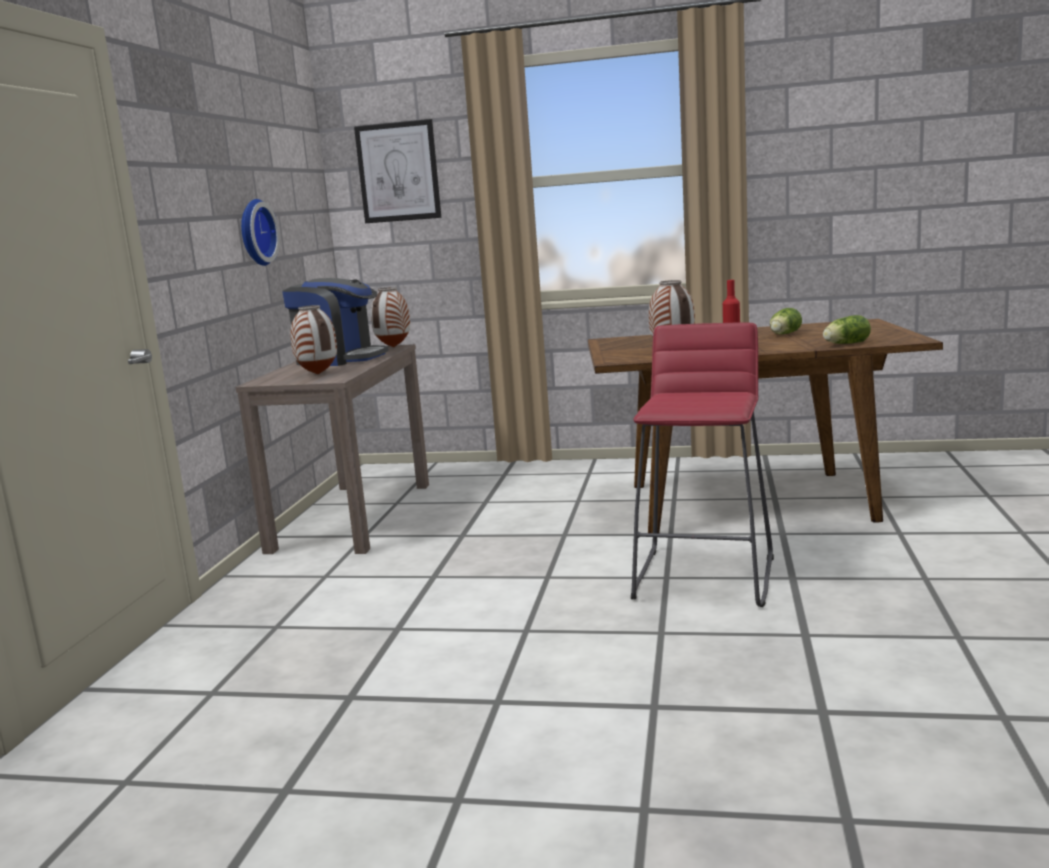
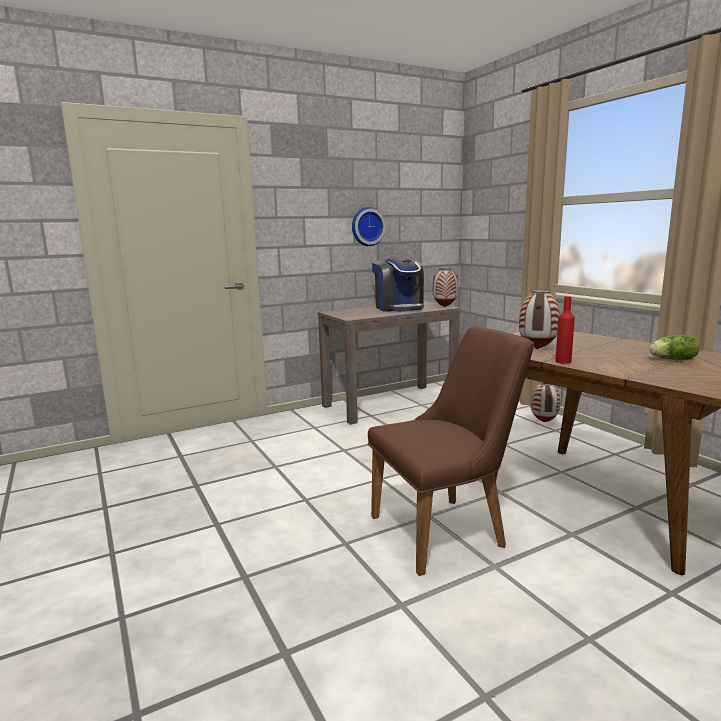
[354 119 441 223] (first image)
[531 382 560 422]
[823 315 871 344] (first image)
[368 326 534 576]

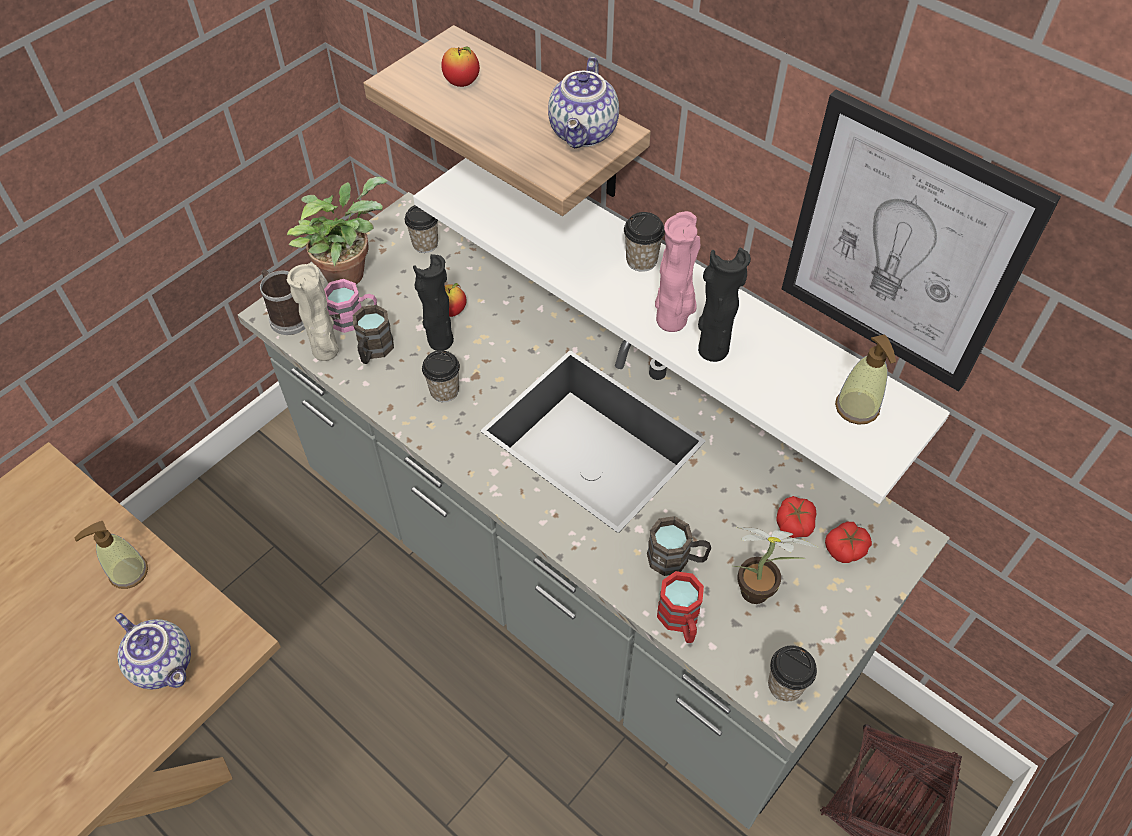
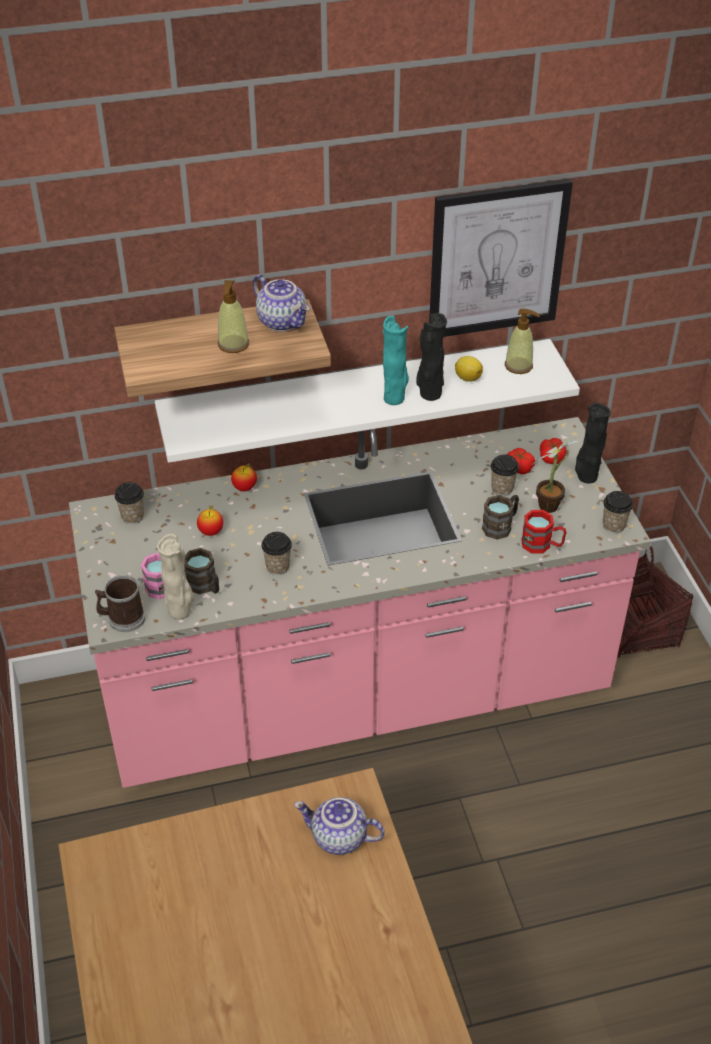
[231 463 257 491]
[287 177 388 284] (first image)
[69 417 651 788]
[383 316 409 405]
[490 455 519 496]
[575 403 611 483]
[218 280 249 353]
[294 797 384 855]
[455 356 483 382]

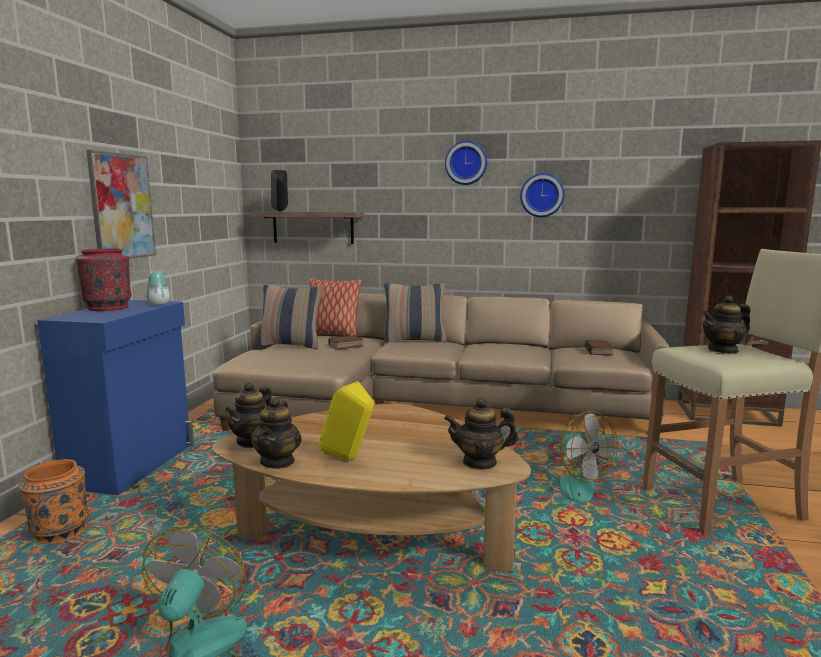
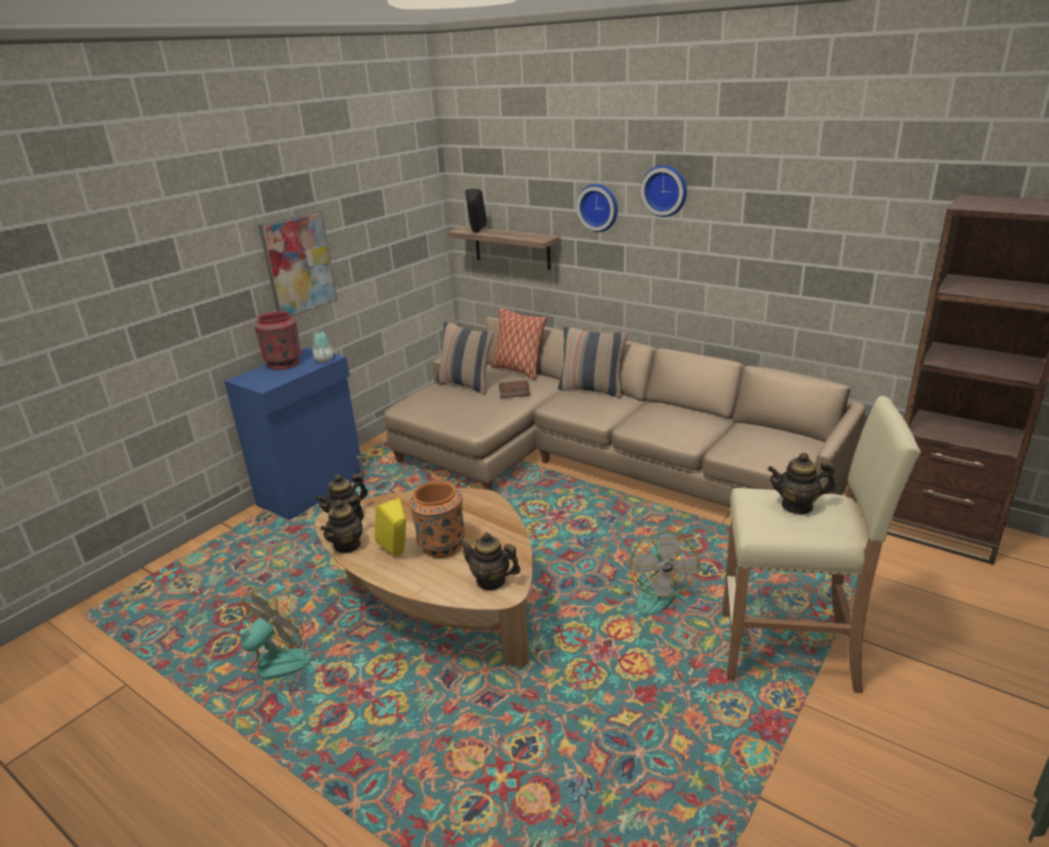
[577 184 618 232]
[585 340 613 355] (first image)
[409 480 465 558]

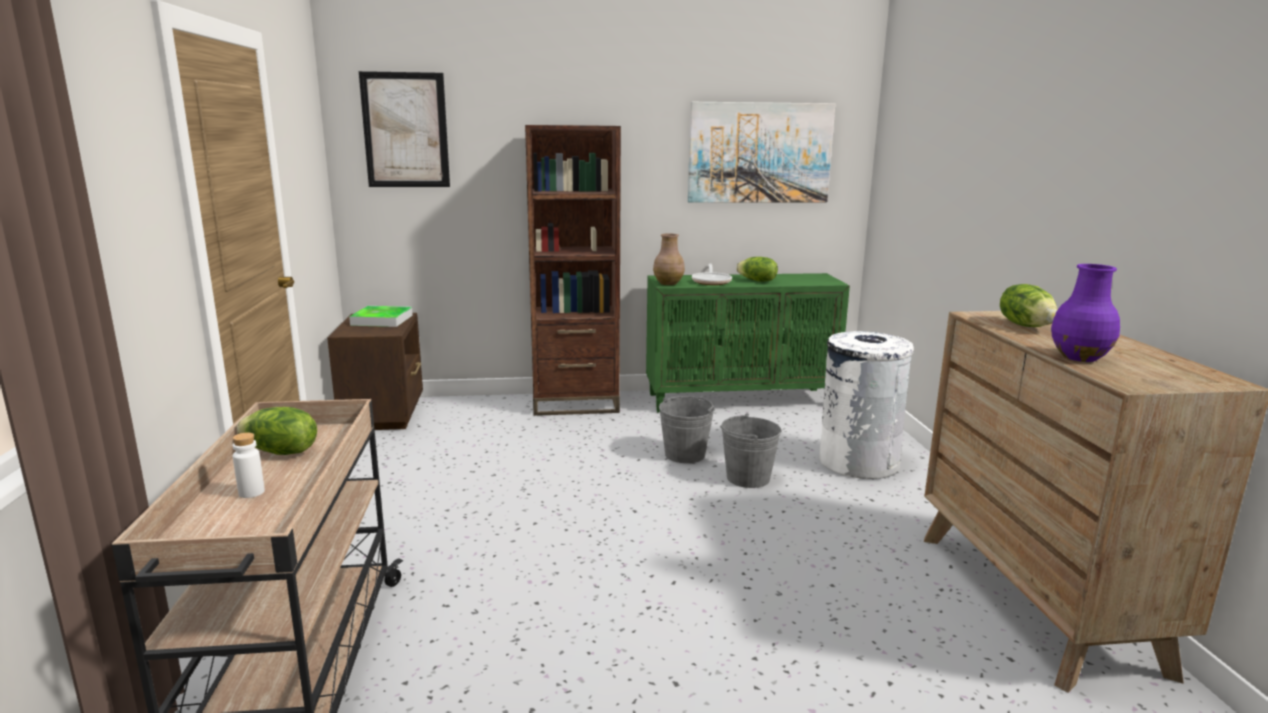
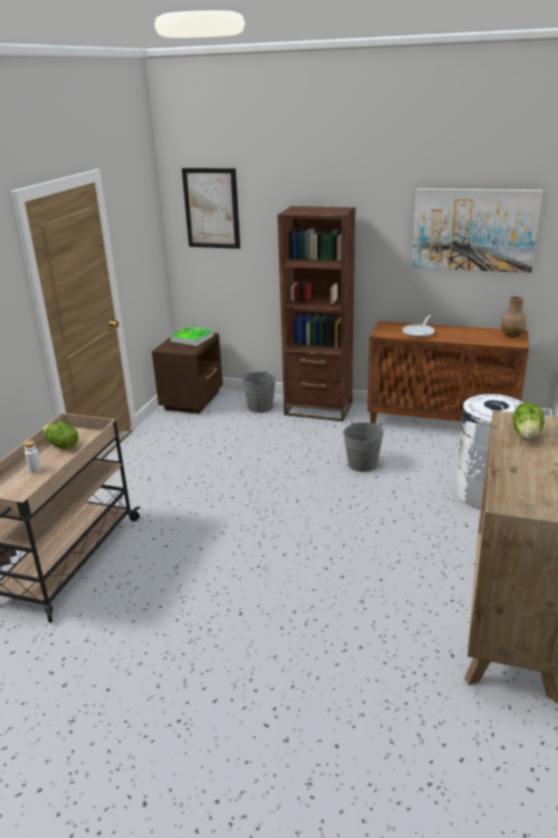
[501 296 527 338]
[736 257 778 282] (first image)
[1051 264 1120 362] (first image)
[367 321 529 424]
[242 371 276 413]

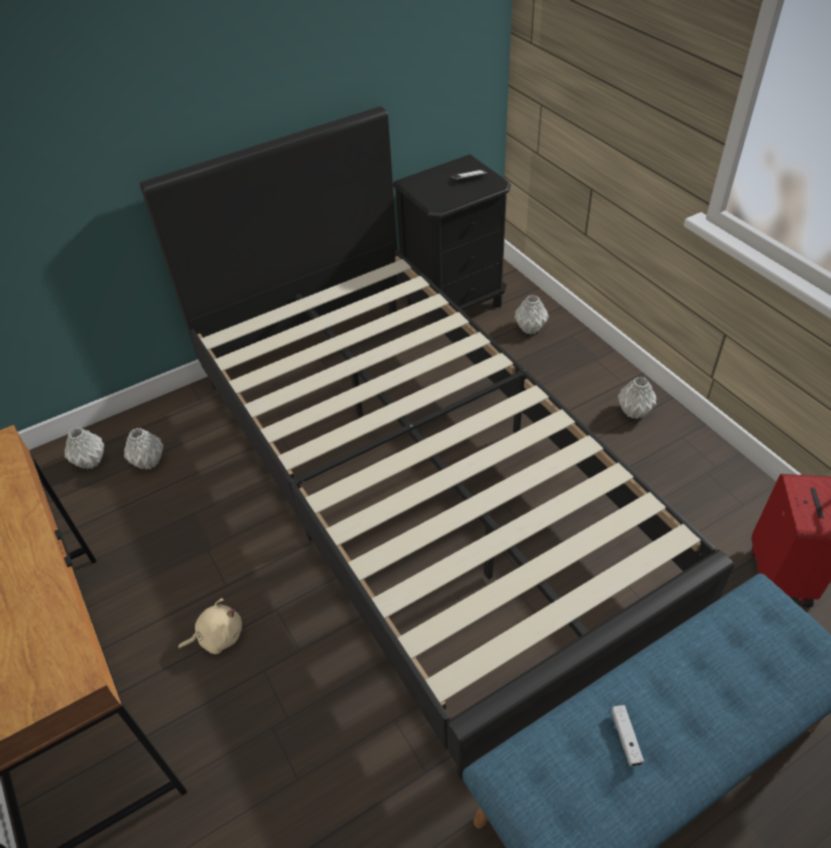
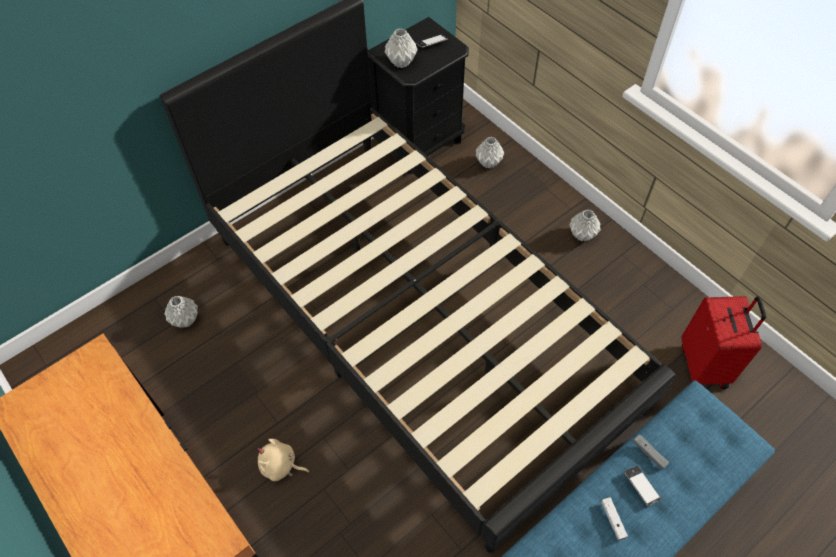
[385 28 418 68]
[257 439 310 481]
[633 434 669 469]
[624 466 661 506]

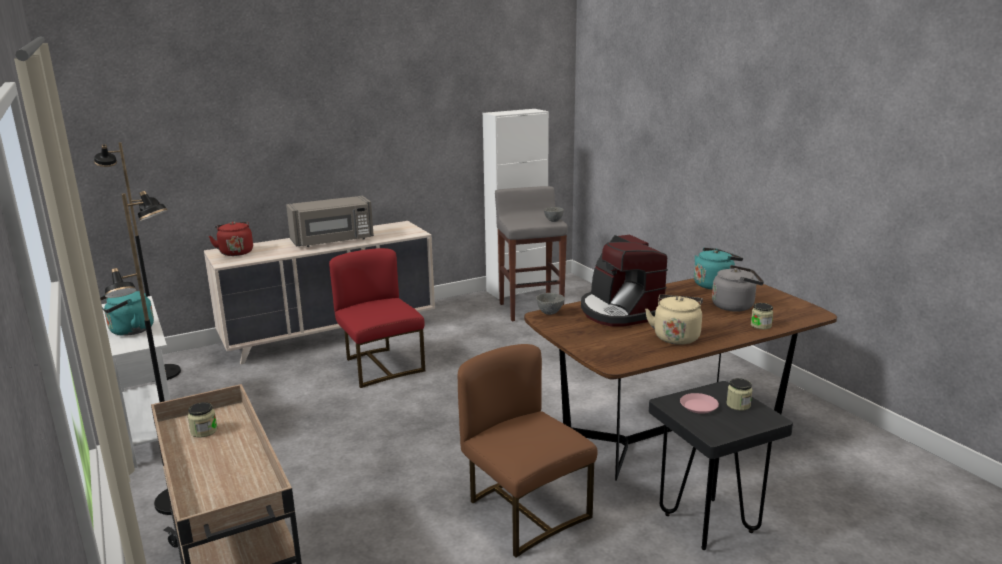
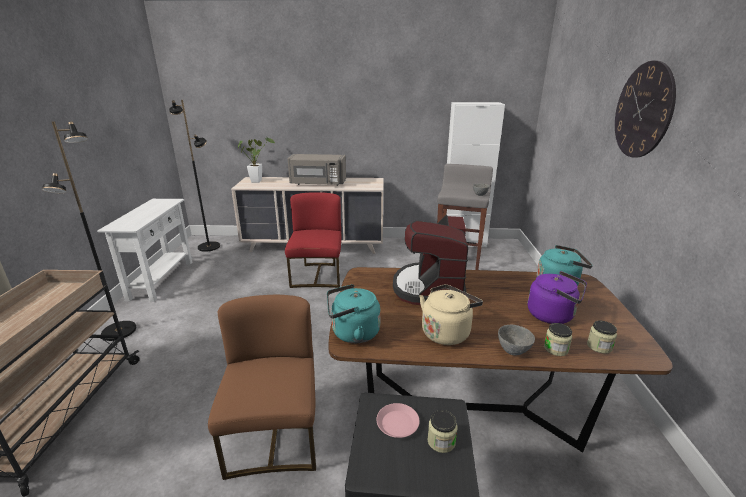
[238 137 275 183]
[527 271 587 324]
[327 284 380 343]
[498 325 535 355]
[587 321 617 354]
[615 61 676 157]

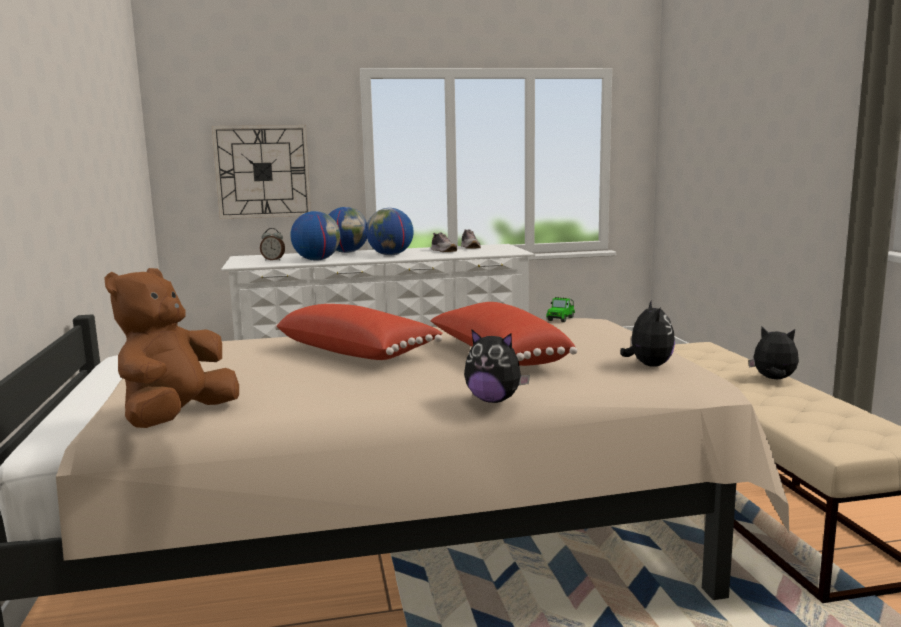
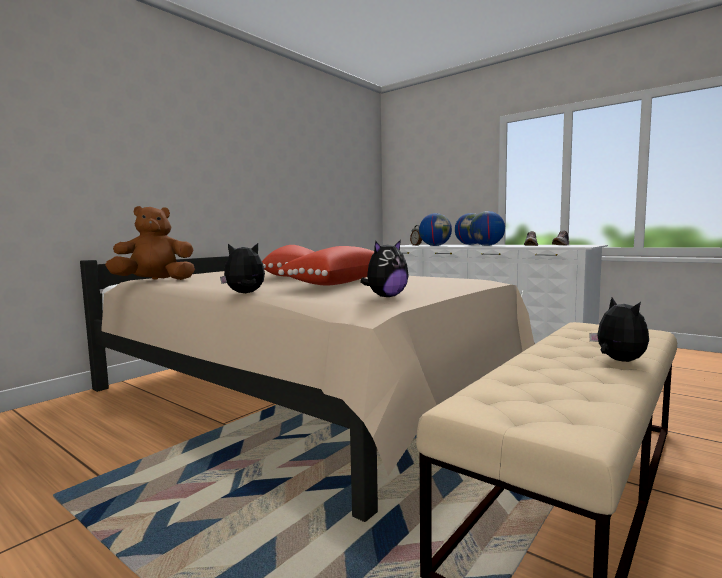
[212 125 311 219] (first image)
[546 297 575 322] (first image)
[220 243 265 293]

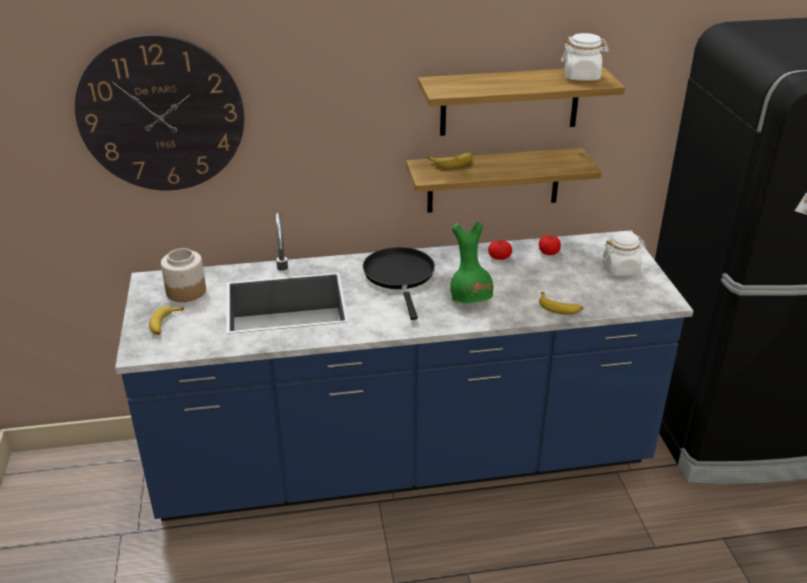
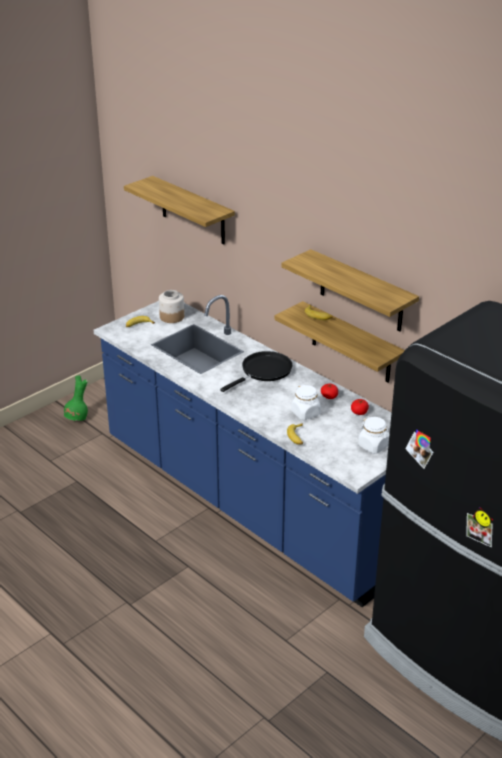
[291 384 321 420]
[124 176 235 244]
[64 375 88 421]

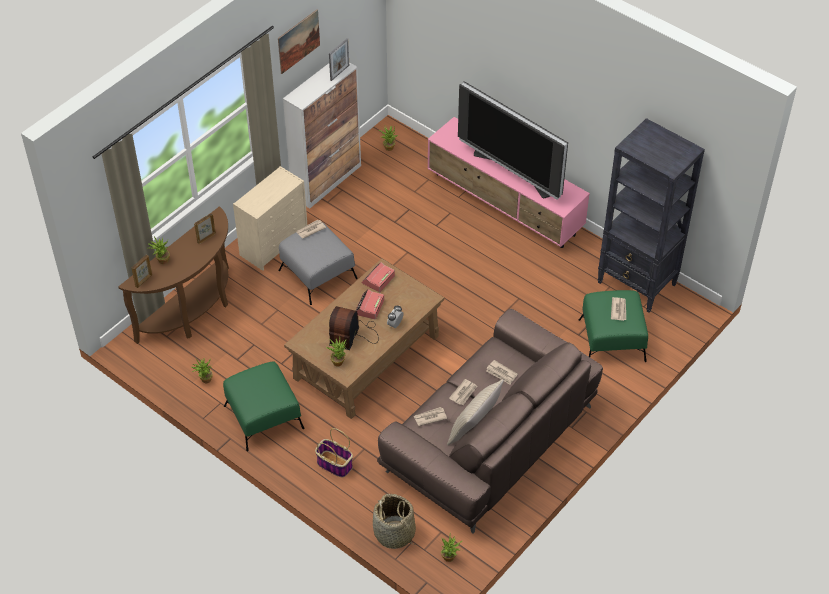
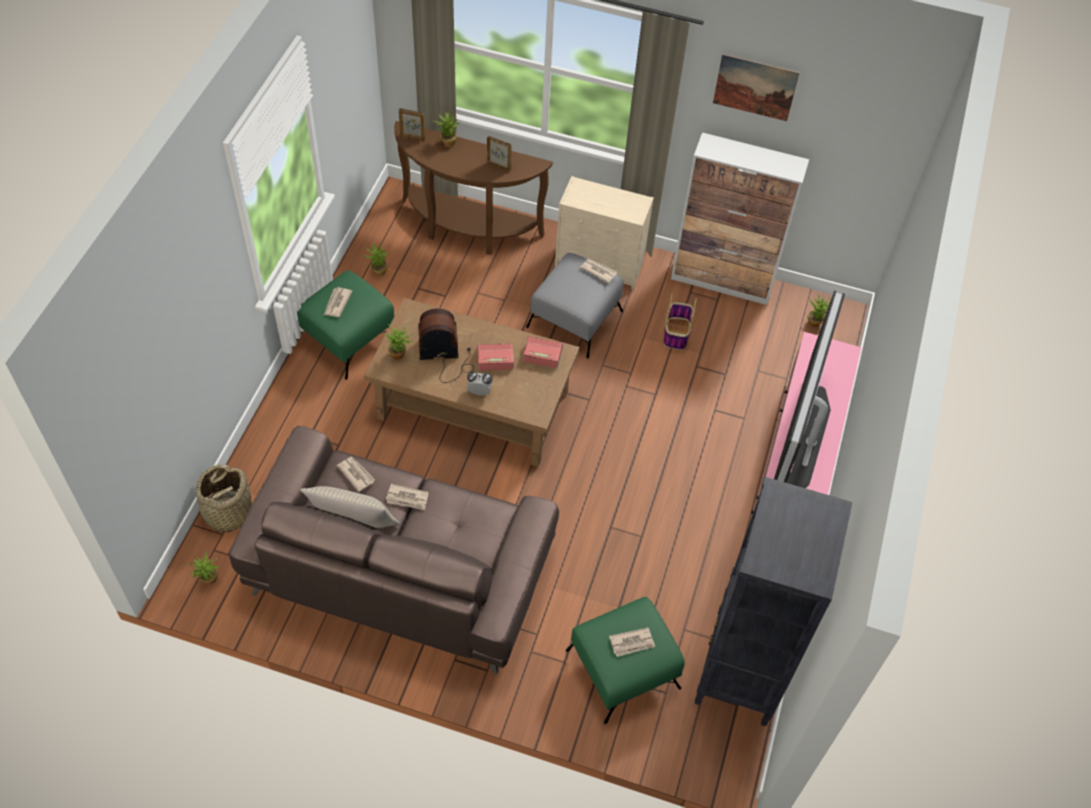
[329 38 349 81] (first image)
[324 287 353 317]
[664 292 697 350]

